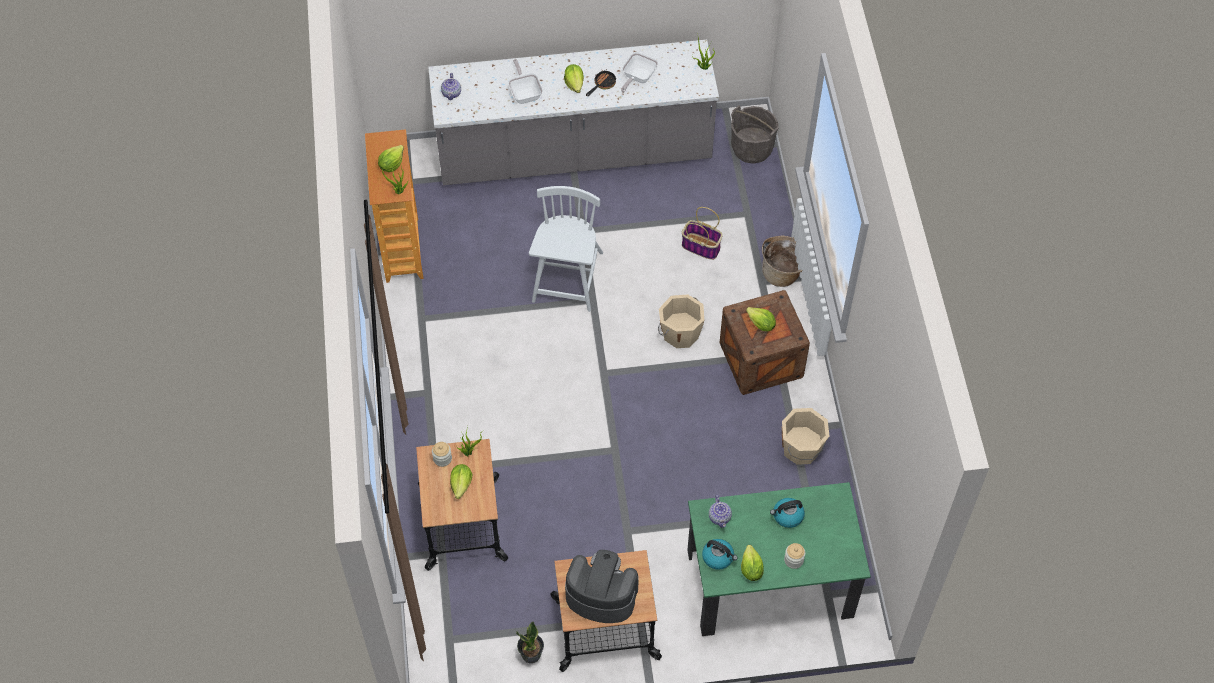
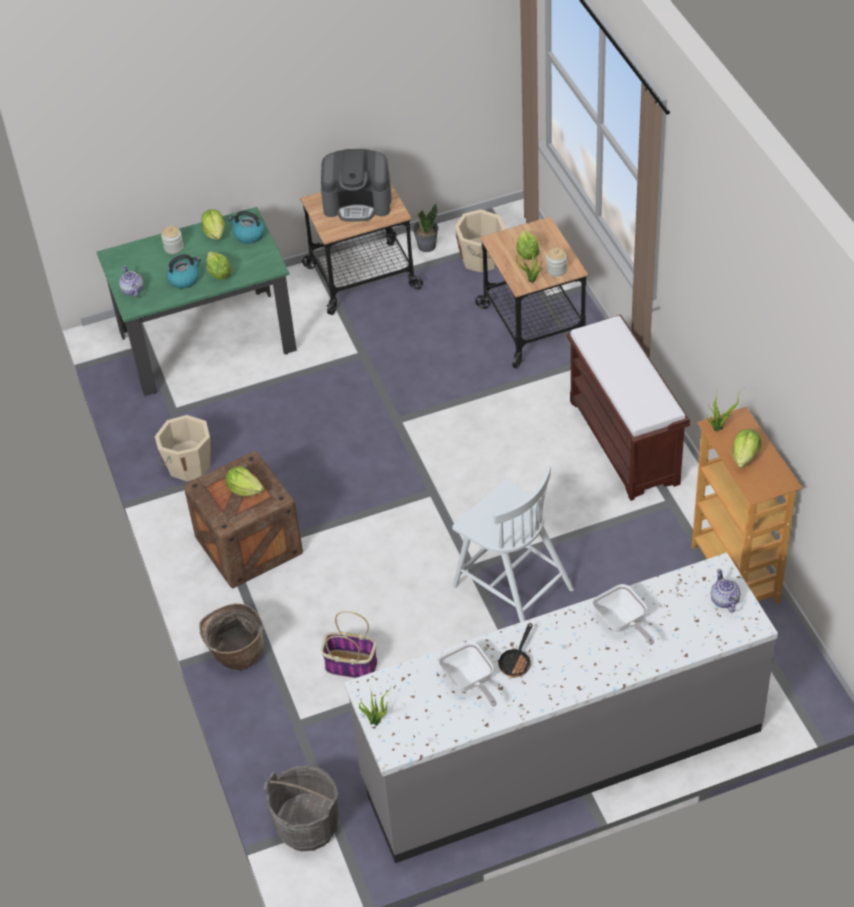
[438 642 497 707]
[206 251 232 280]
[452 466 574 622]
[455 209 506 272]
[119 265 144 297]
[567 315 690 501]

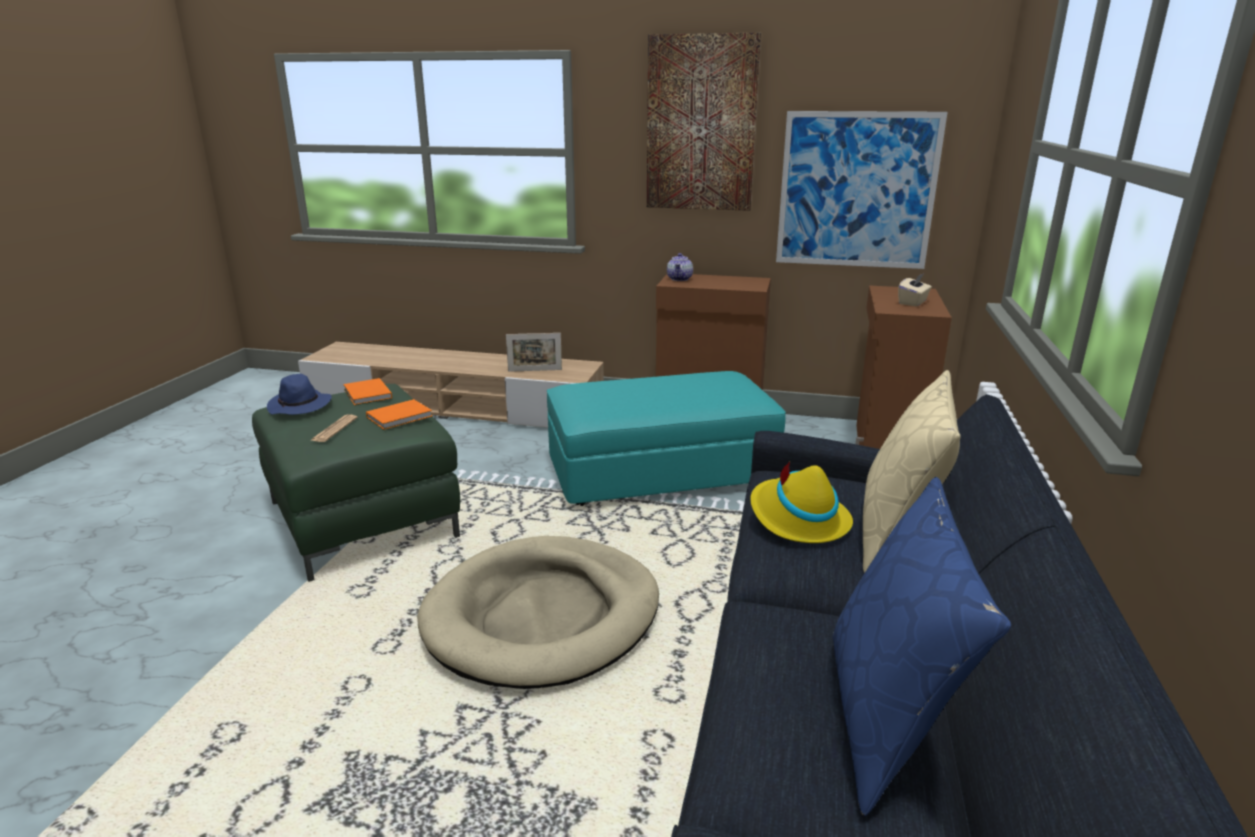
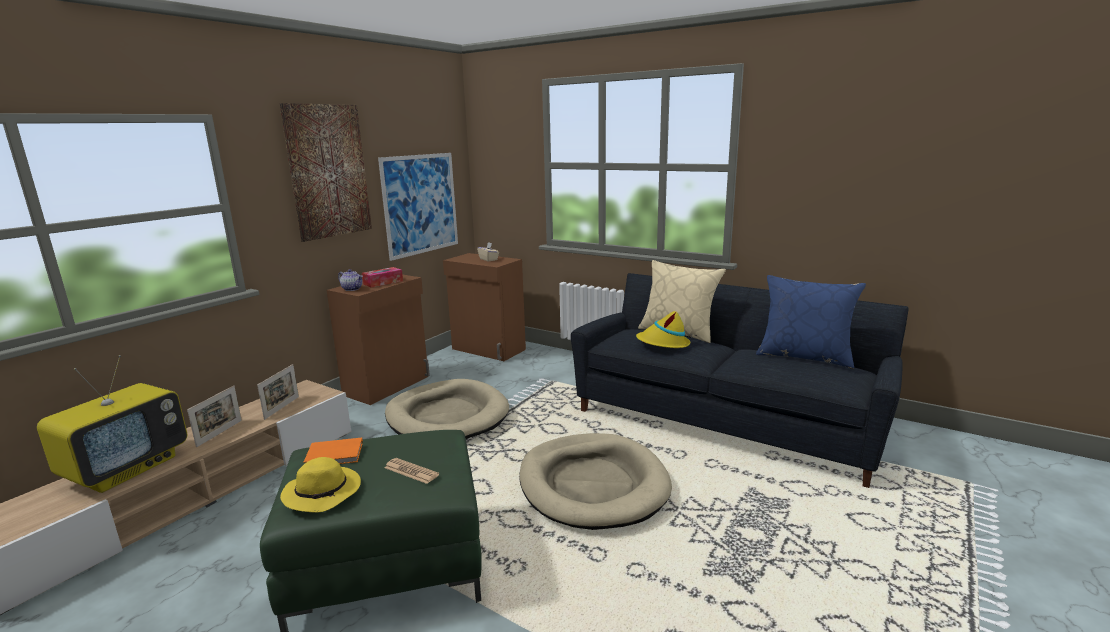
[385 379 509 439]
[280 457 361 513]
[366 399 432 430] (first image)
[362 267 403 288]
[37 355 187 493]
[187 386 242 447]

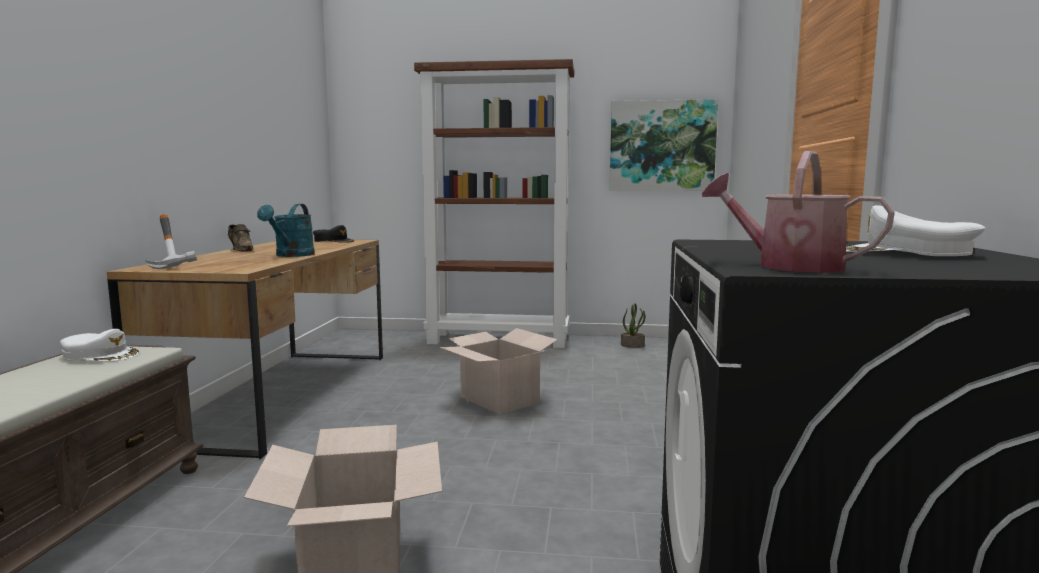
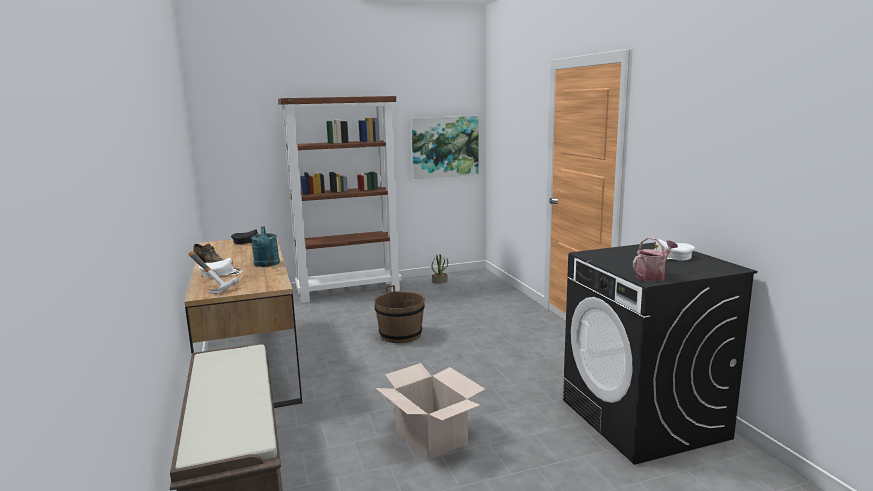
[633 237 678 281]
[374 285 425 343]
[199 258 242 277]

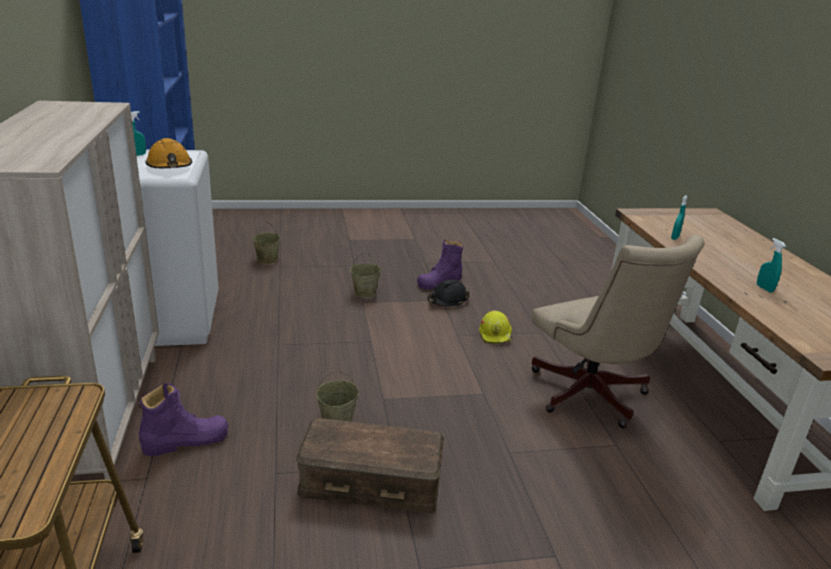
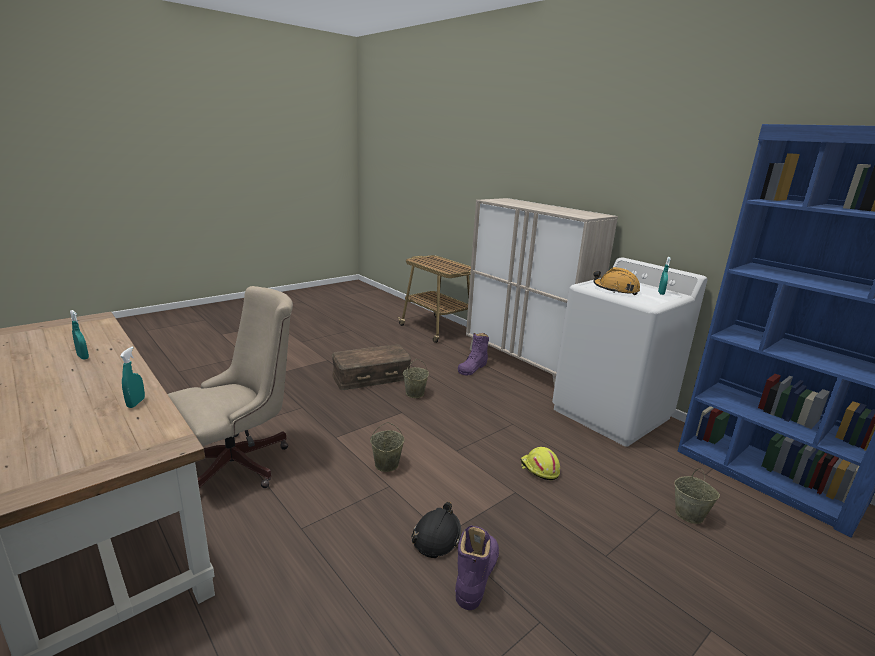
[167 286 293 488]
[370 422 404 472]
[520 447 560 480]

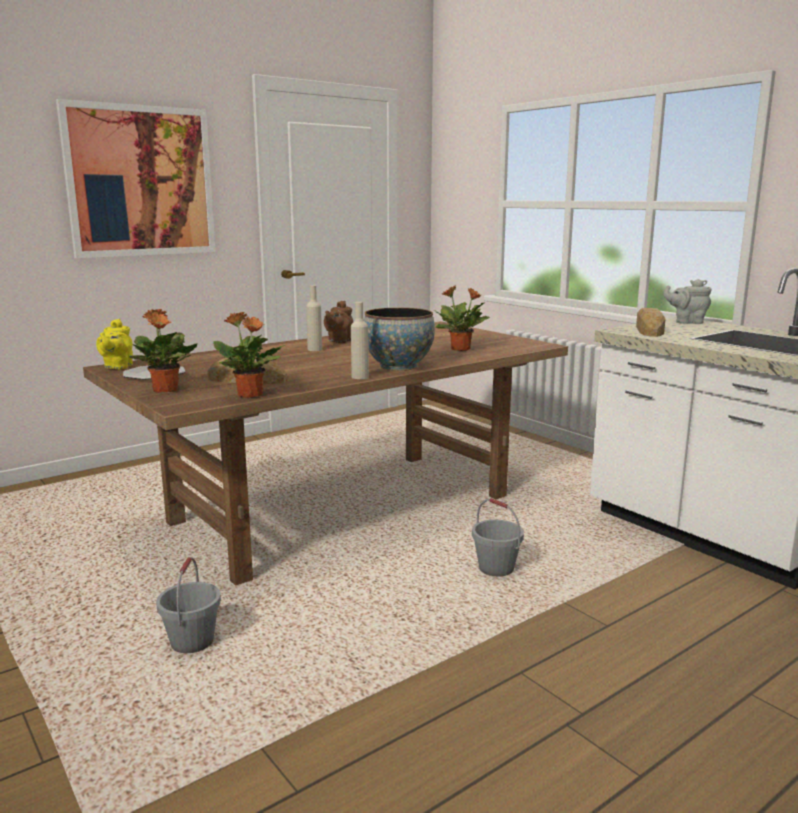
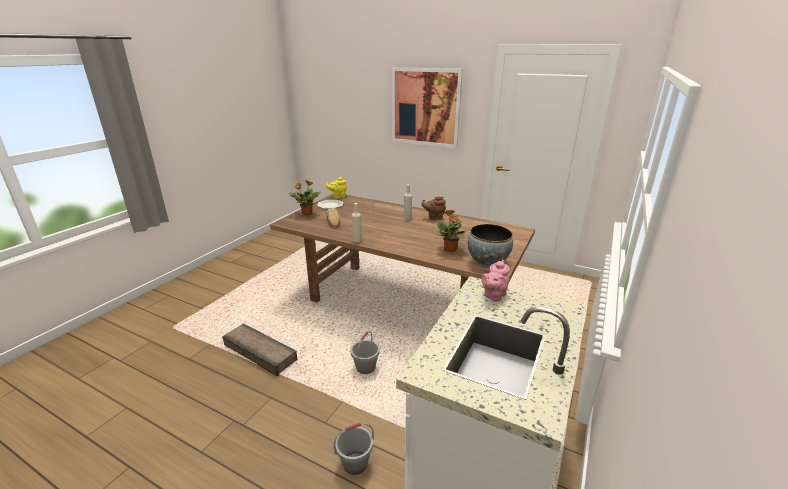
[663 279 712 324] (first image)
[468 224 513 268]
[482 260 510 301]
[213 312 285 398] (first image)
[334 423 374 475]
[222 323 297 376]

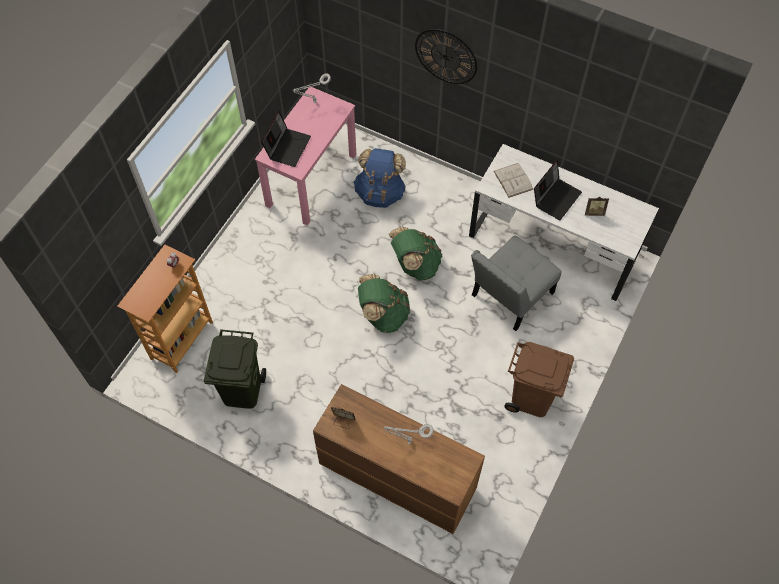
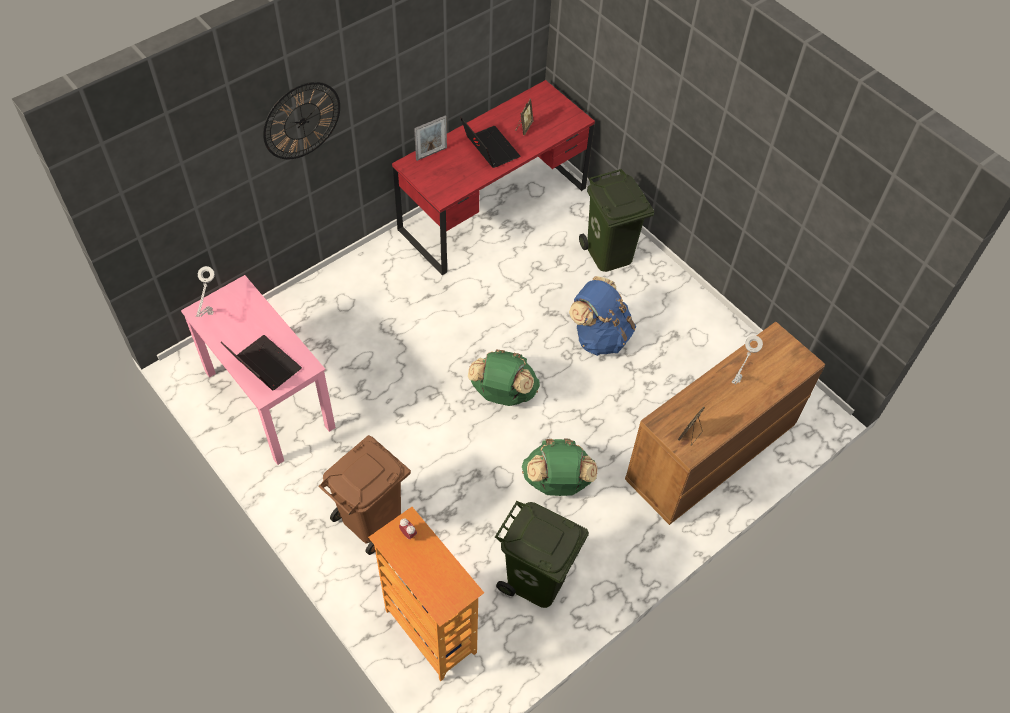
[392 80 595 275]
[569 276 636 356]
[494 163 534 198] (first image)
[522 438 597 496]
[471 236 562 331] (first image)
[319 435 411 555]
[414 116 447 161]
[579 169 654 272]

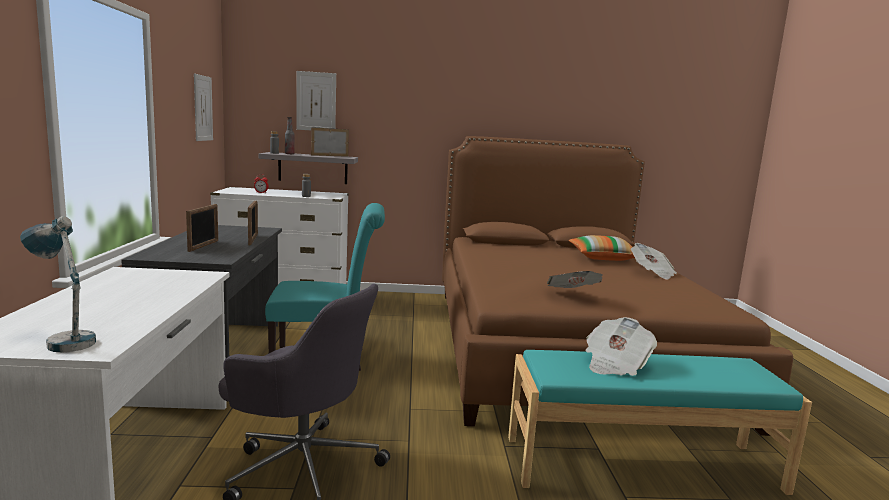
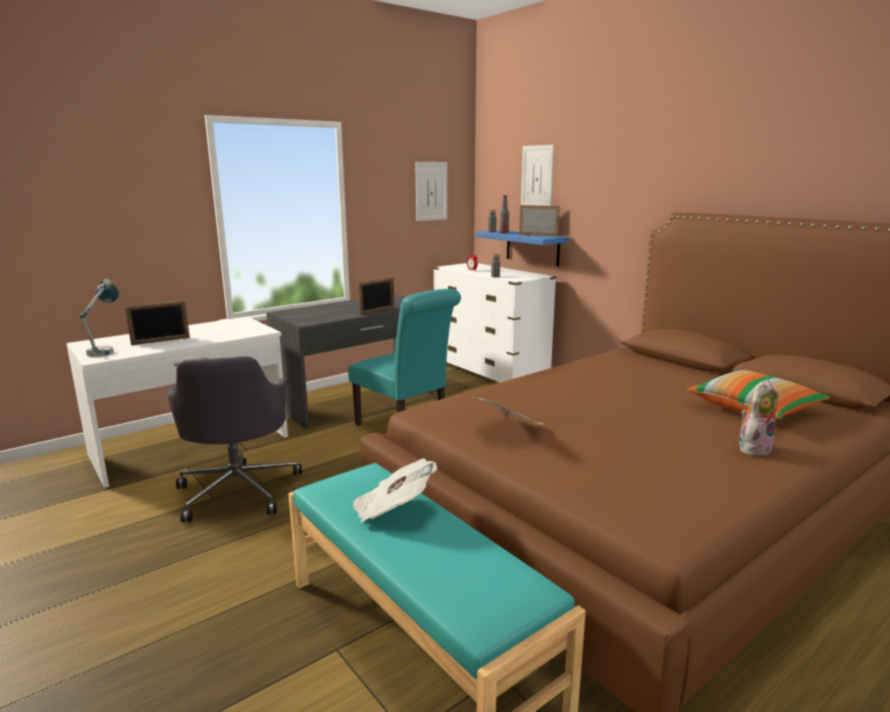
[476 230 569 267]
[125 301 190 345]
[739 380 778 456]

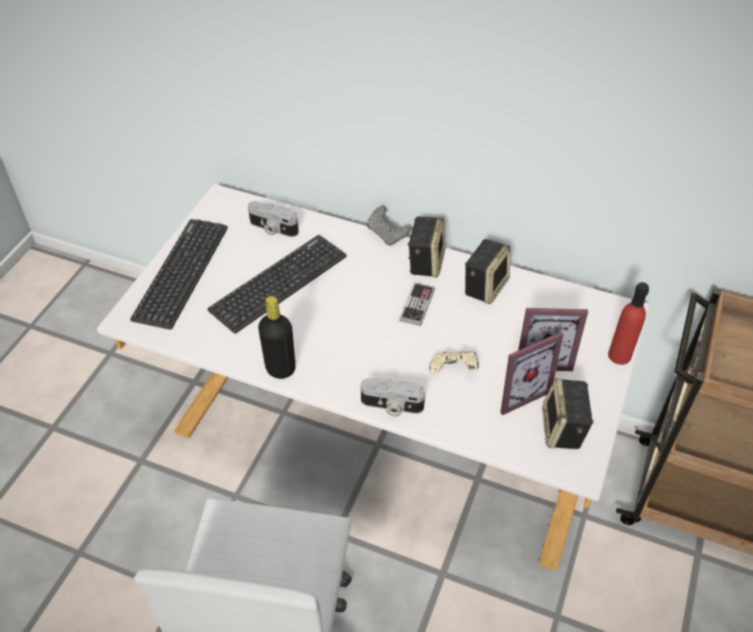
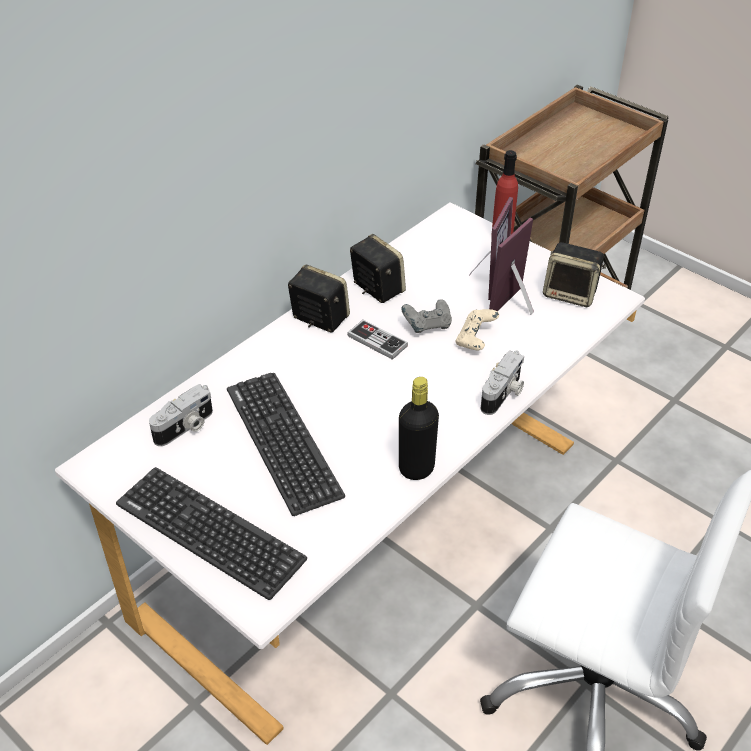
[401 299 452 333]
[489 218 534 315]

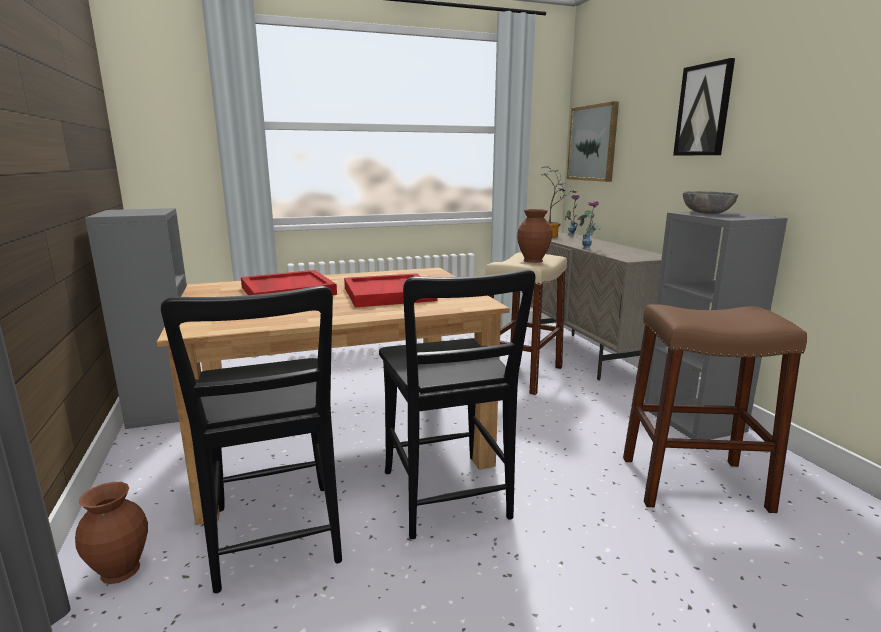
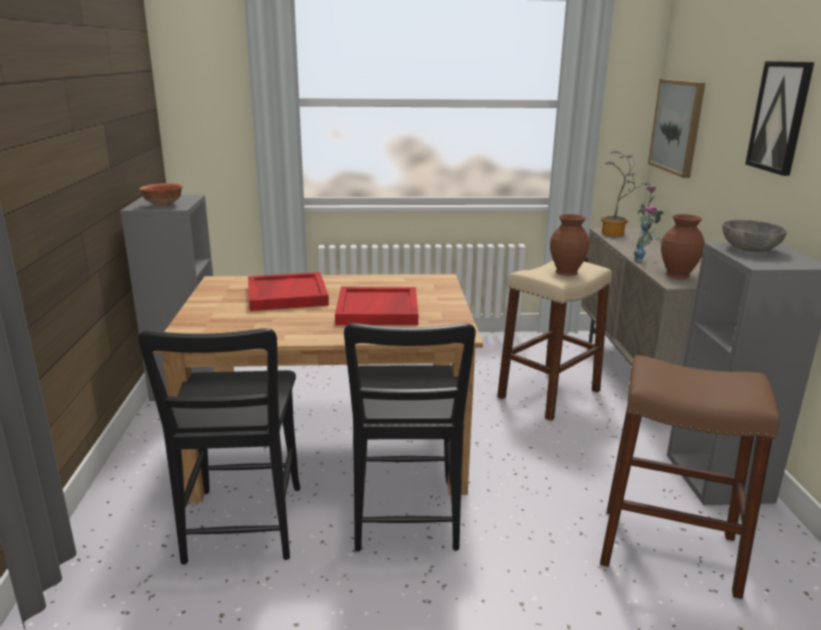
[661 214 705 279]
[139 183 183 207]

